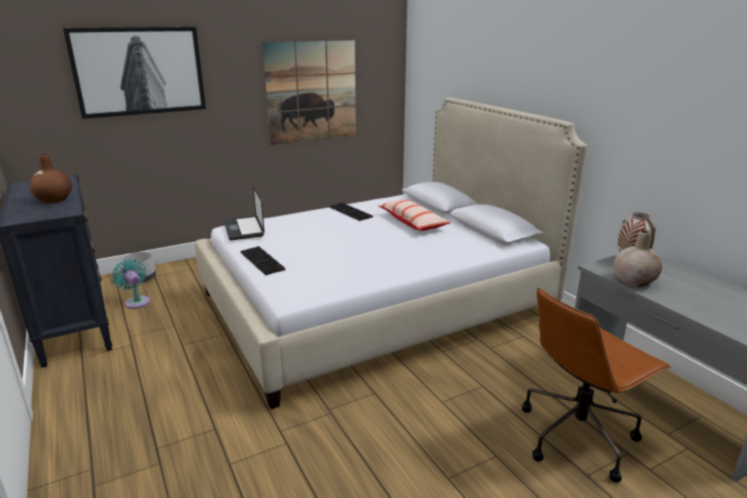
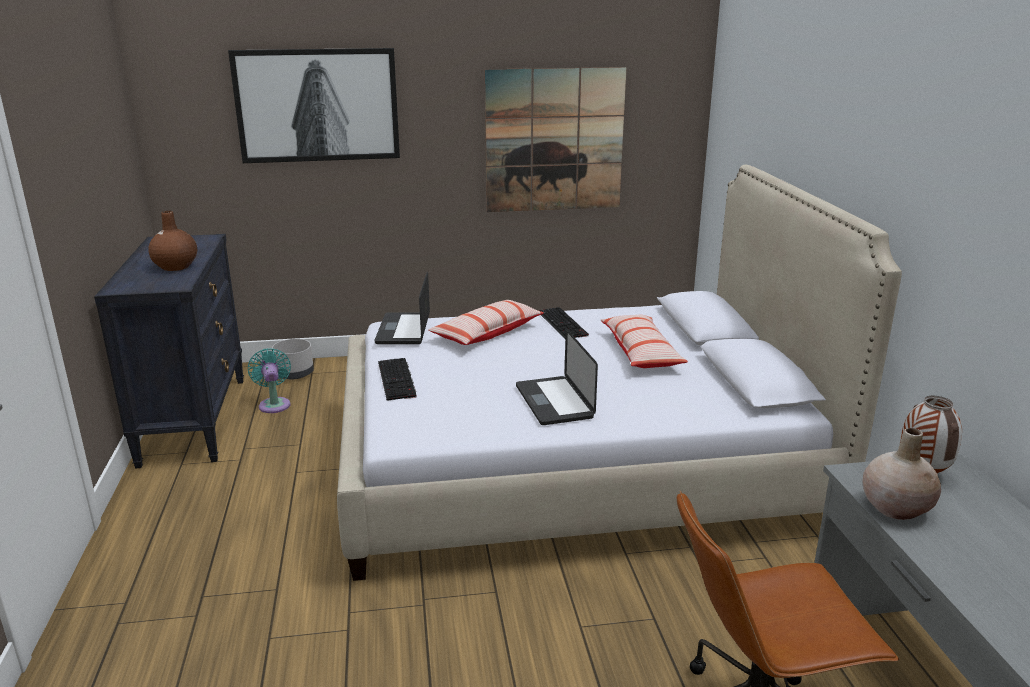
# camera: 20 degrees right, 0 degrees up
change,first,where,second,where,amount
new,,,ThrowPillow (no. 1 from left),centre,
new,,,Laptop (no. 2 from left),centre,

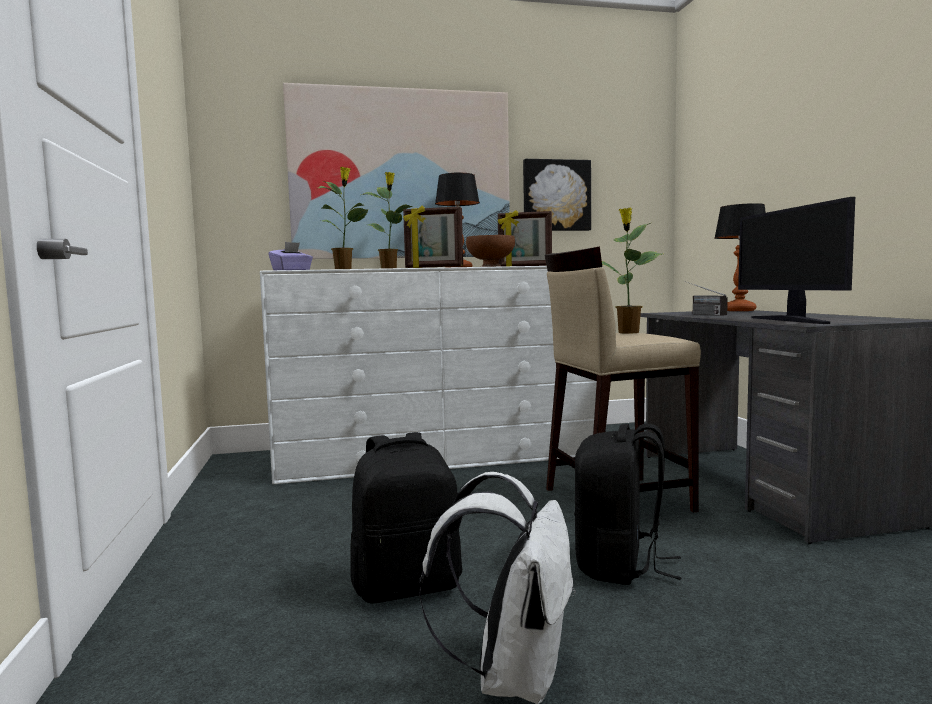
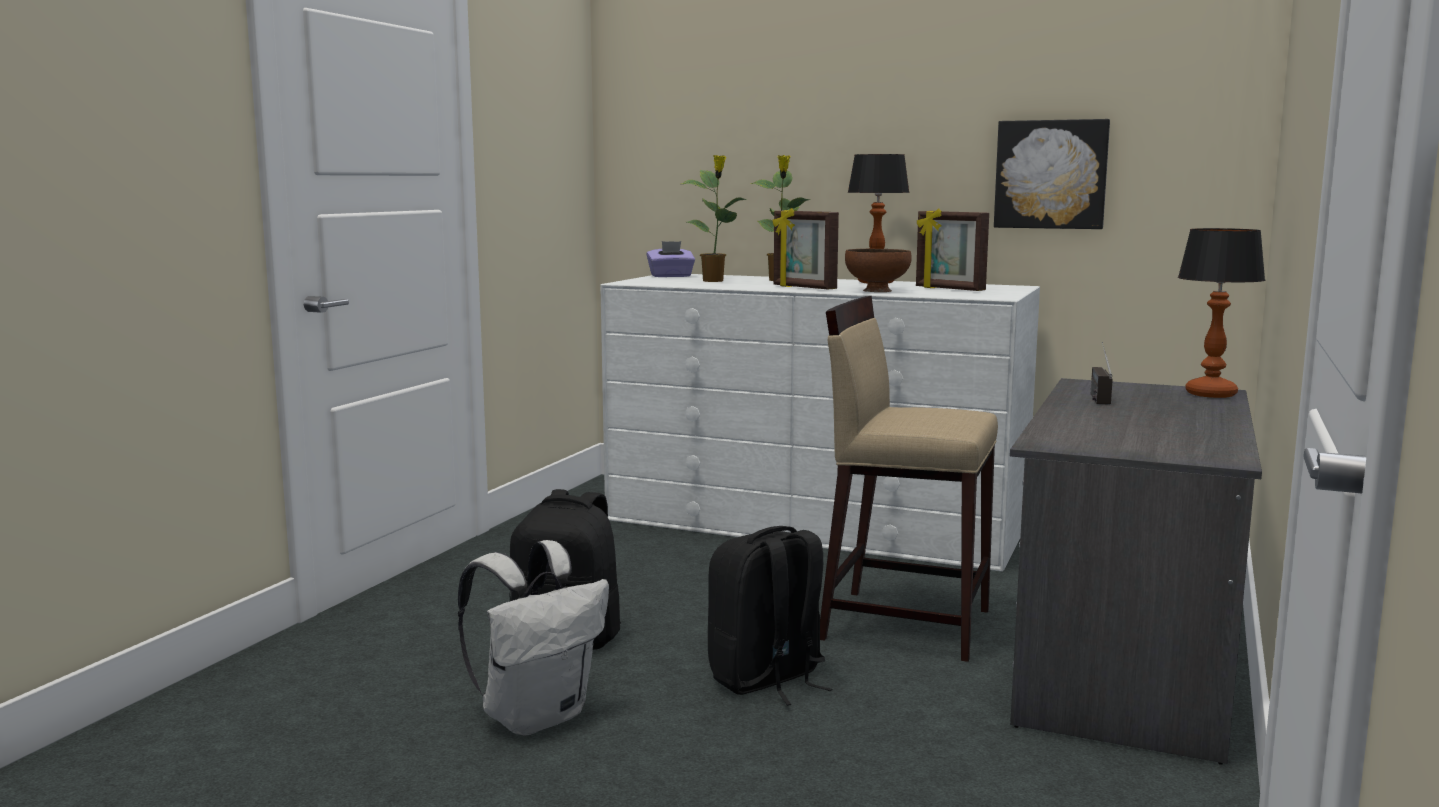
# camera: 35 degrees right, 5 degrees up
change,first,where,second,where,amount
gone,WallArt (no. 1 from left),top centre,,,
gone,ComputerScreen,middle right,,,
gone,PlantInAPot (no. 3 from left),middle right,,,

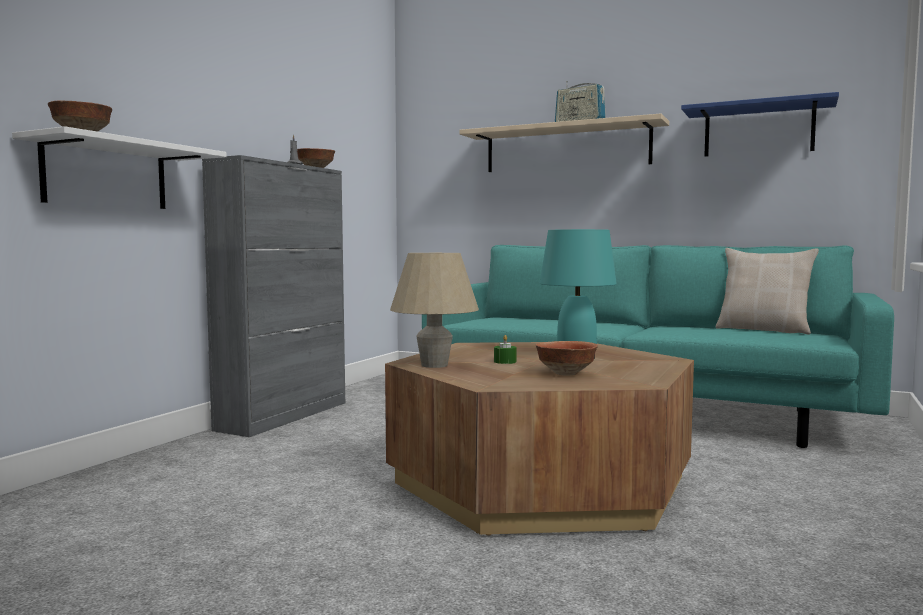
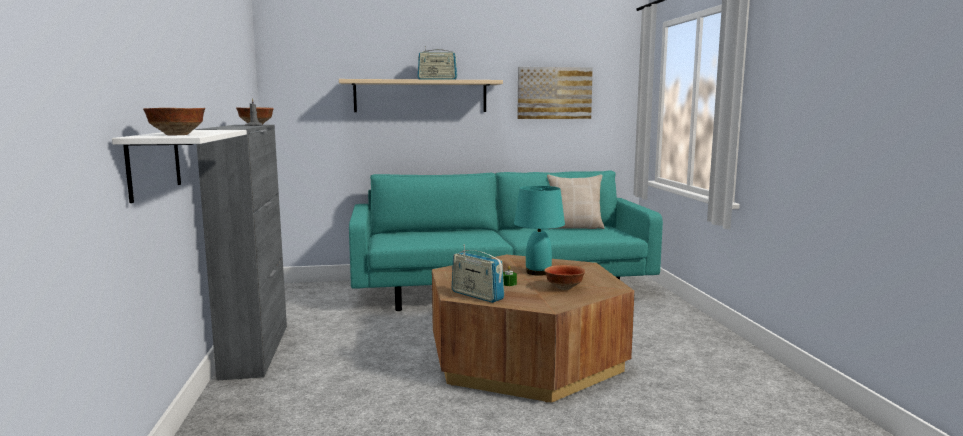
# camera: 35 degrees left, 5 degrees up
change,first,where,second,where,amount
swapped,BluishWallShelf,top right,WallArt,top centre,
swapped,BeigeTabletopLamp,centre,RadioSet (no. 2 from left),centre,

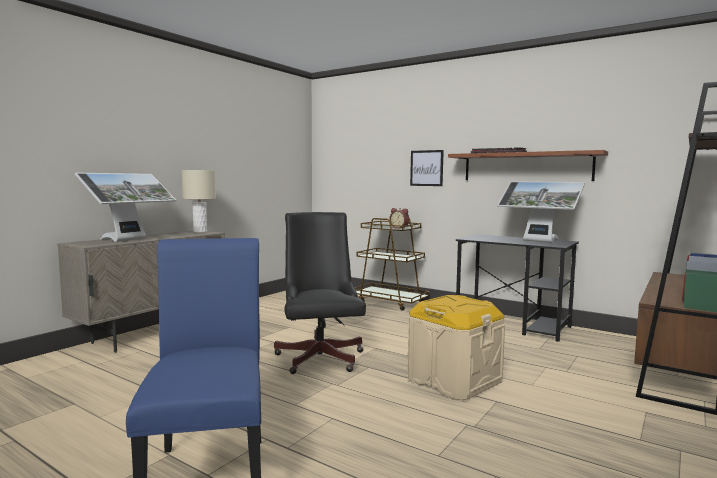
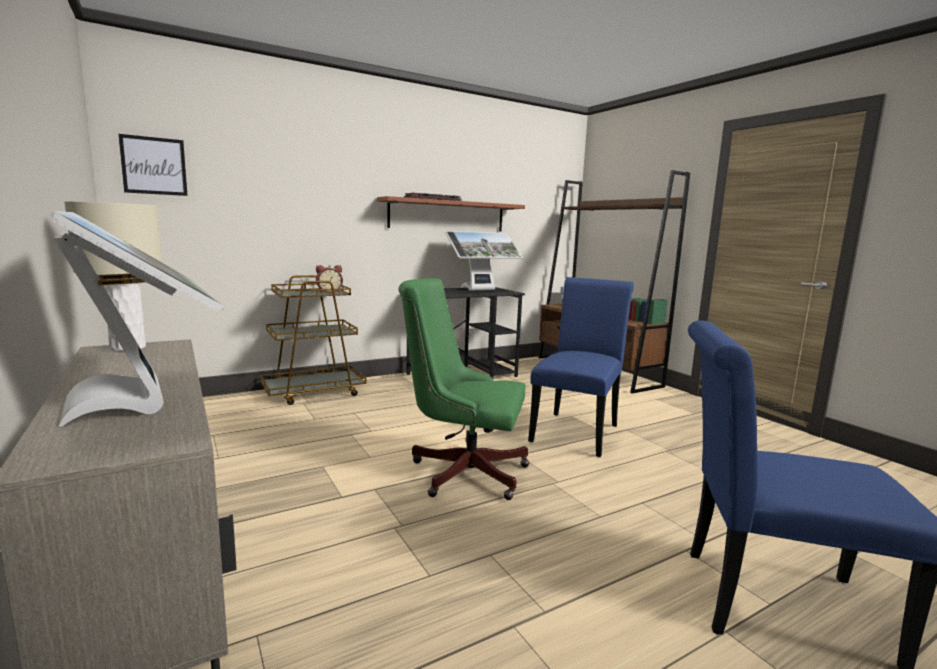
# camera: 65 degrees left, 5 degrees up
change,first,where,second,where,amount
shifted,WallArt,centre,,top left,
repainted,BlackColouredOfficeChair,centre,GreenColouredOfficeChair,centre,
swapped,BeigeStorageContainer,bottom centre,BluishPlainChair (no. 1 from left),centre,

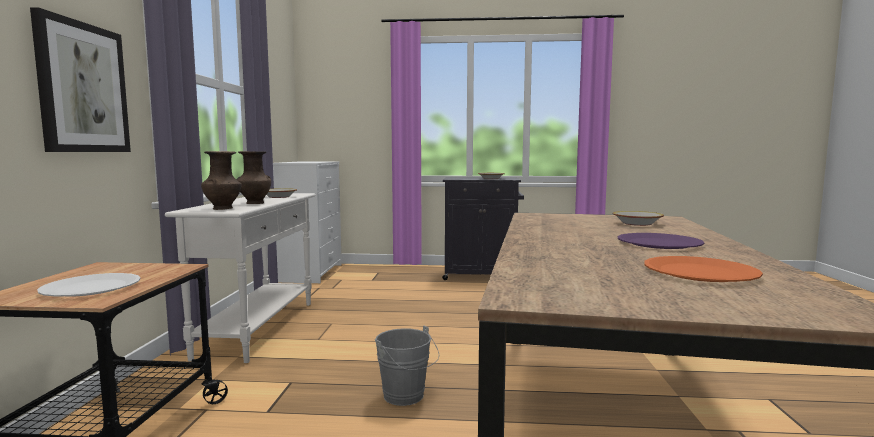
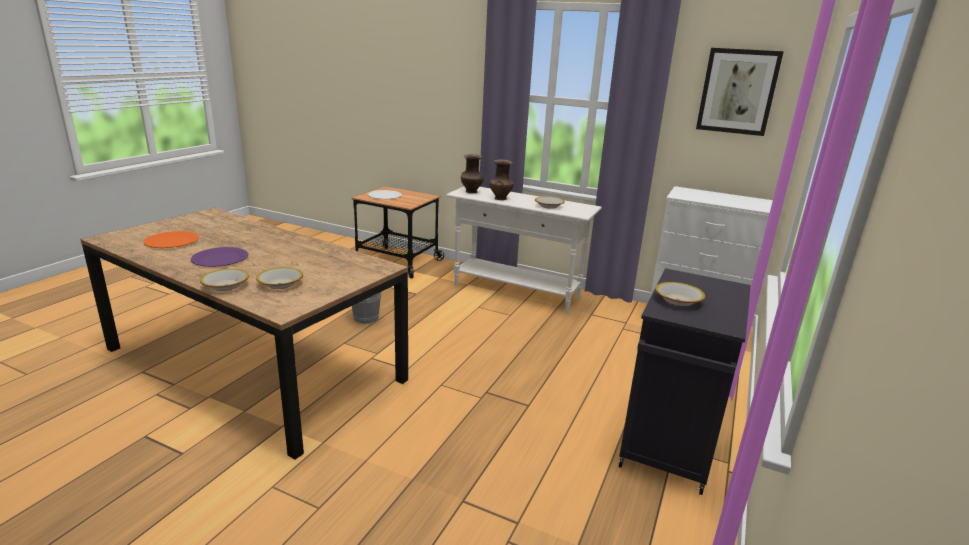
# camera: 110 degrees right, 15 degrees up
change,first,where,second,where,amount
shifted,WallArt,top left,,top right,
new,,,ServingBowl (no. 1 from left),middle left,

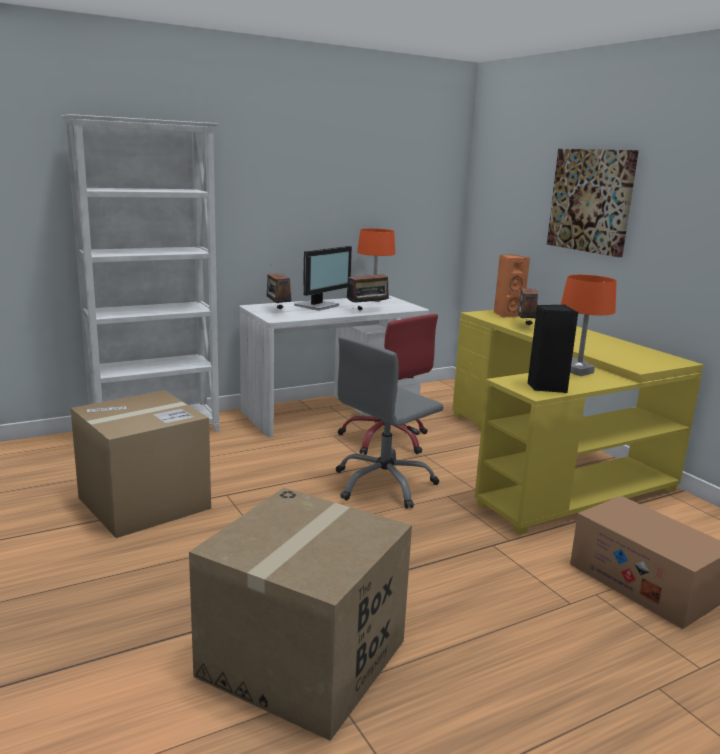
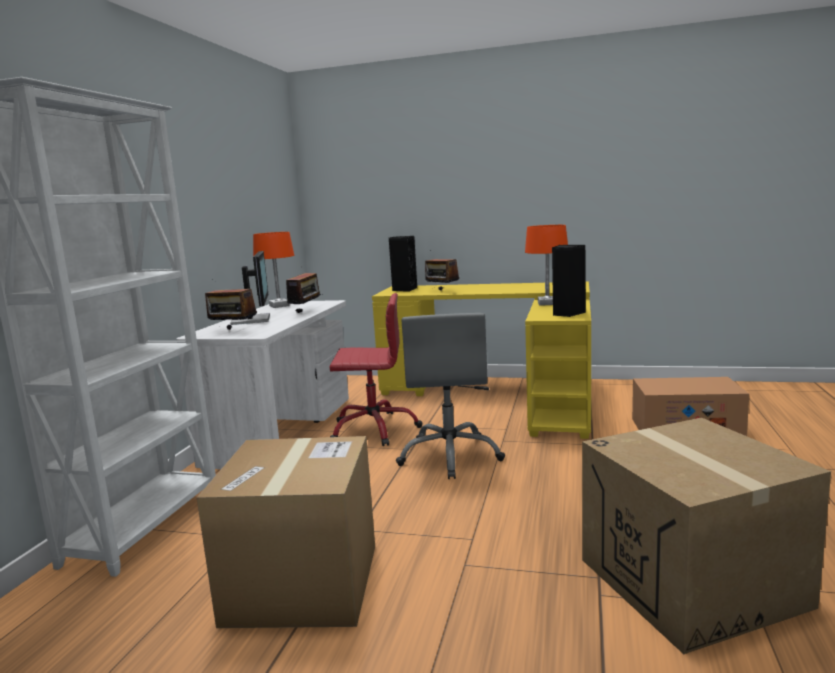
# camera: 45 degrees left, 5 degrees down
change,first,where,second,where,amount
gone,WallArt,top right,,,
repainted,OrangeColouredSpeaker,middle right,BlackColouredSpeaker (no. 1 from left),centre,

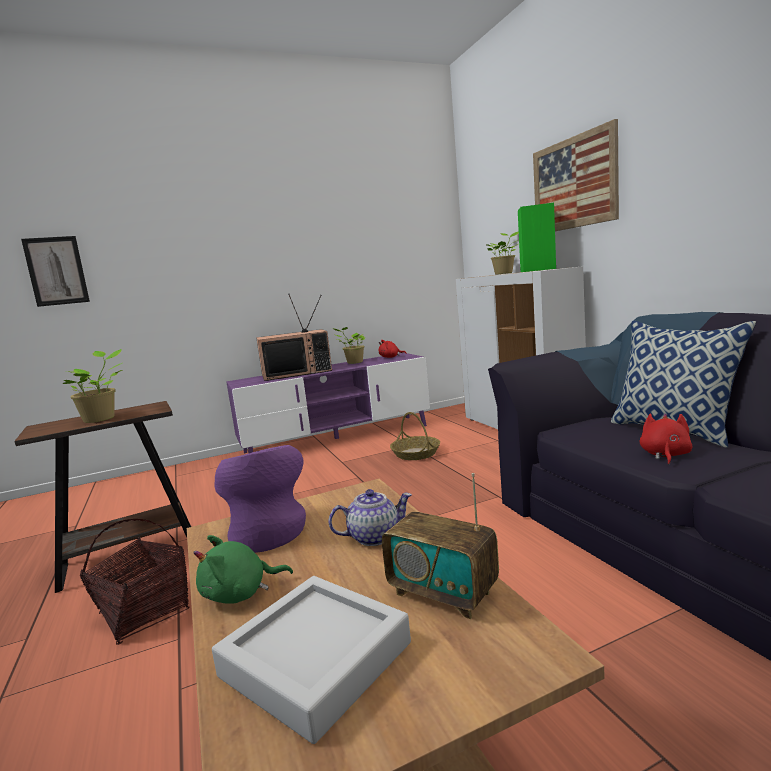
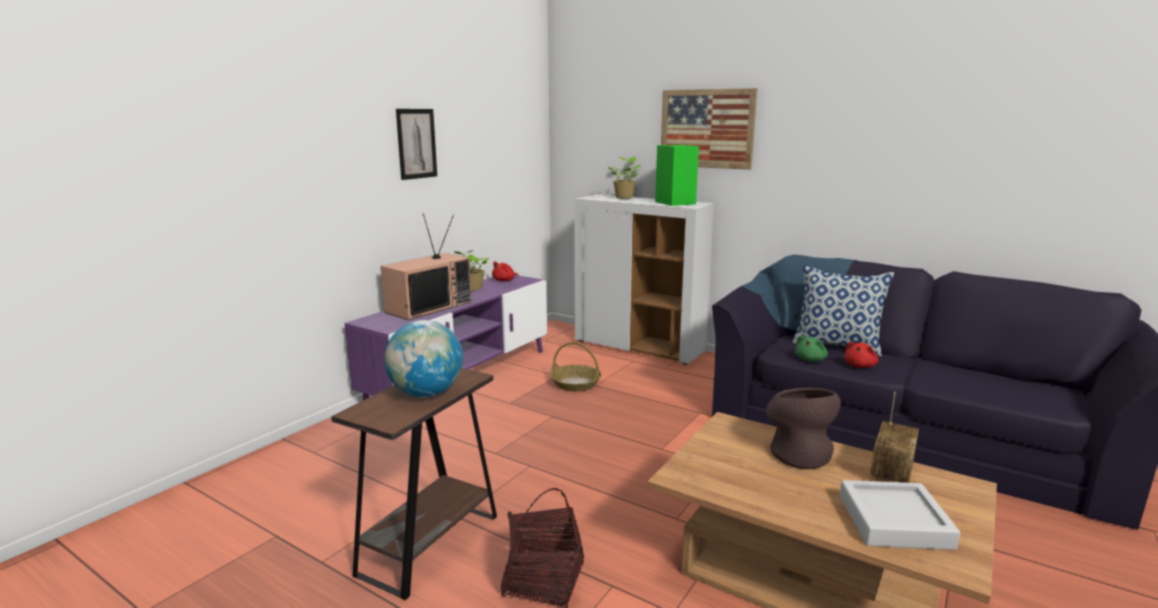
# camera: 35 degrees left, 5 degrees up
change,first,where,second,where,amount
shifted,WallArt (no. 1 from left),middle left,,top centre,
swapped,PlantInAPot (no. 1 from left),middle left,WorldGlobe,centre,
rotated,RedColouredPlushToy (no. 2 from left),middle right,,middle right,135 degrees counterclockwise
gone,PurplishDecorativeVase,centre,,,
rotated,RadioSet,bottom centre,,bottom right,60 degrees counterclockwise
swapped,PotForTea,bottom centre,BrownColouredDecorativeVase,bottom right,
shifted,GreenColouredPlushToy,bottom left,,middle right,

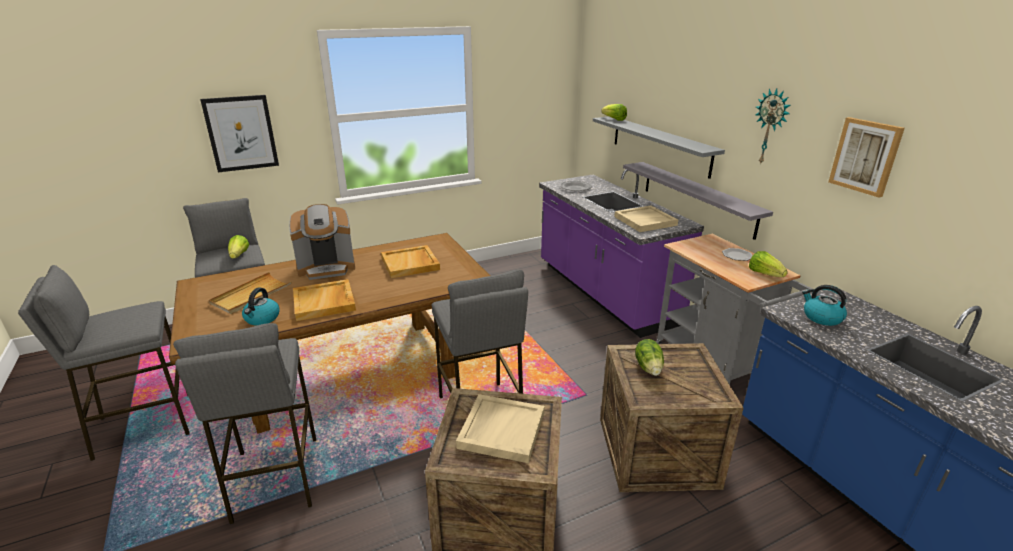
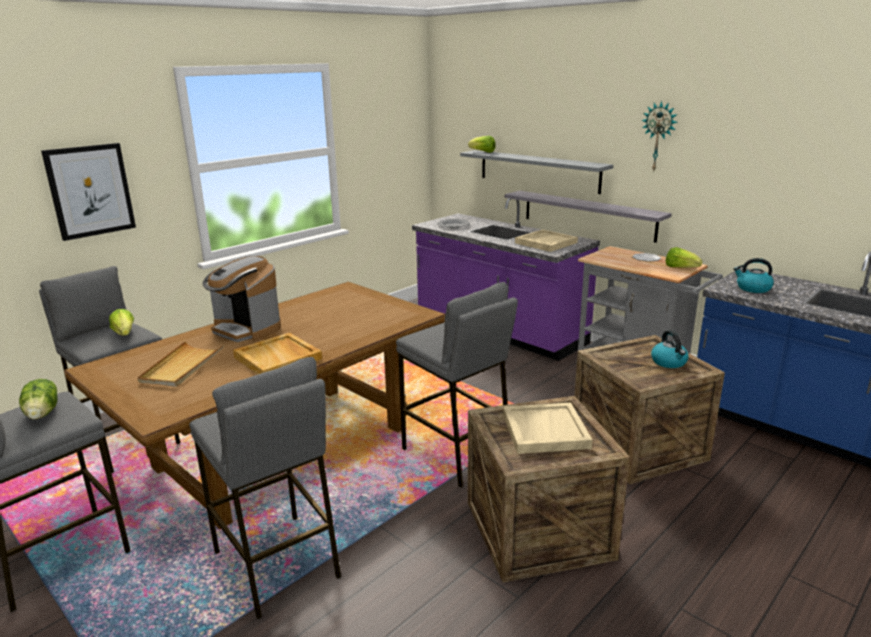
# camera: 20 degrees left, 5 degrees down
change,first,where,second,where,amount
gone,WallArt (no. 2 from left),top right,,,
rotated,CoffeeMachine,middle left,,middle left,75 degrees clockwise
gone,BeigeCarryingTray (no. 3 from left),centre,,,
shifted,TeaKettle (no. 1 from left),middle left,,middle right,
shifted,Lettuce (no. 3 from left in the first image),centre,Lettuce (no. 1 from left),middle left,

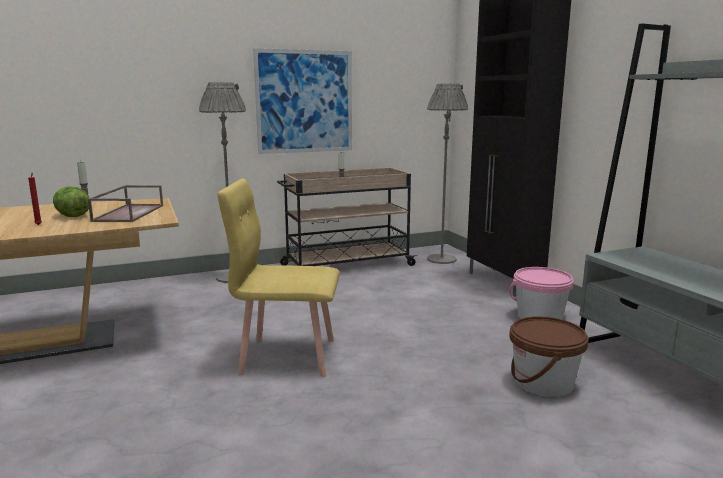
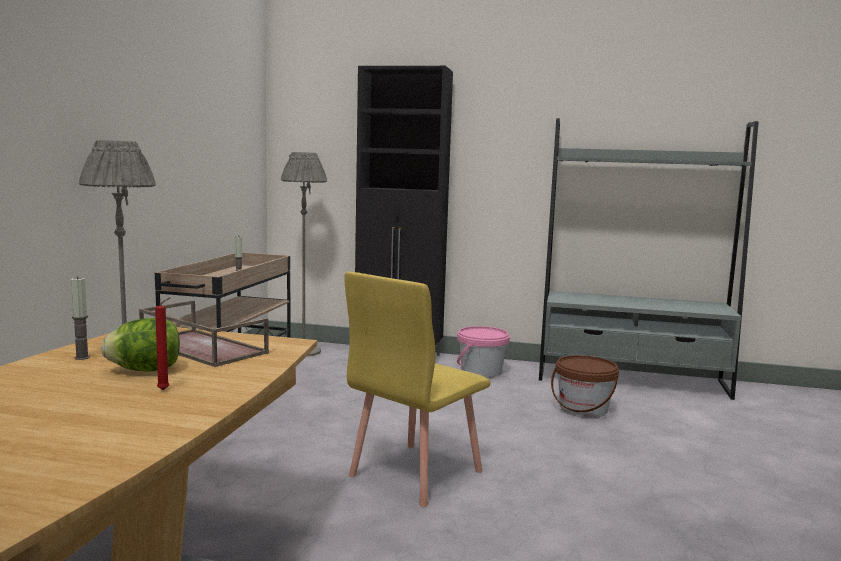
# camera: 55 degrees left, 5 degrees down
change,first,where,second,where,amount
gone,WallArt,top centre,,,

